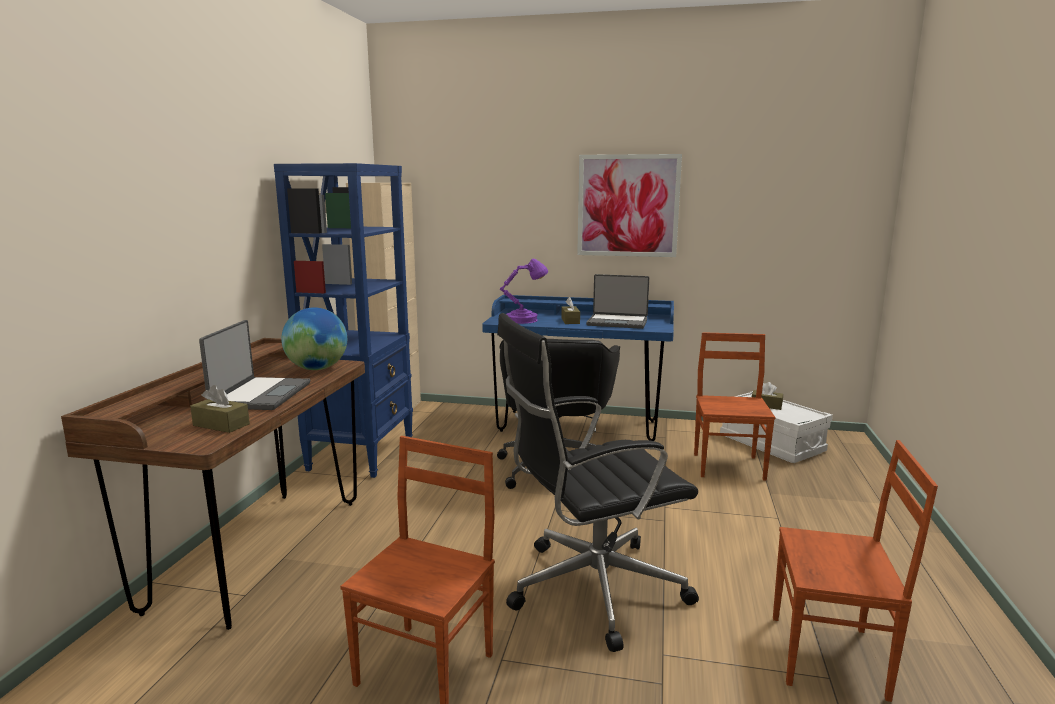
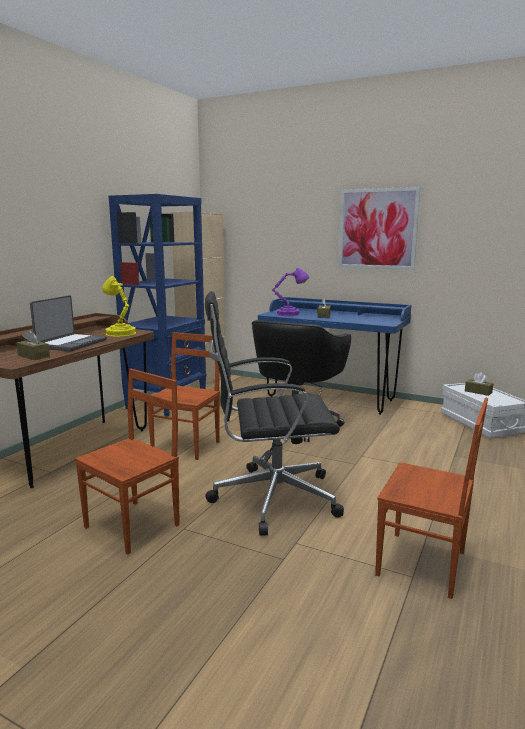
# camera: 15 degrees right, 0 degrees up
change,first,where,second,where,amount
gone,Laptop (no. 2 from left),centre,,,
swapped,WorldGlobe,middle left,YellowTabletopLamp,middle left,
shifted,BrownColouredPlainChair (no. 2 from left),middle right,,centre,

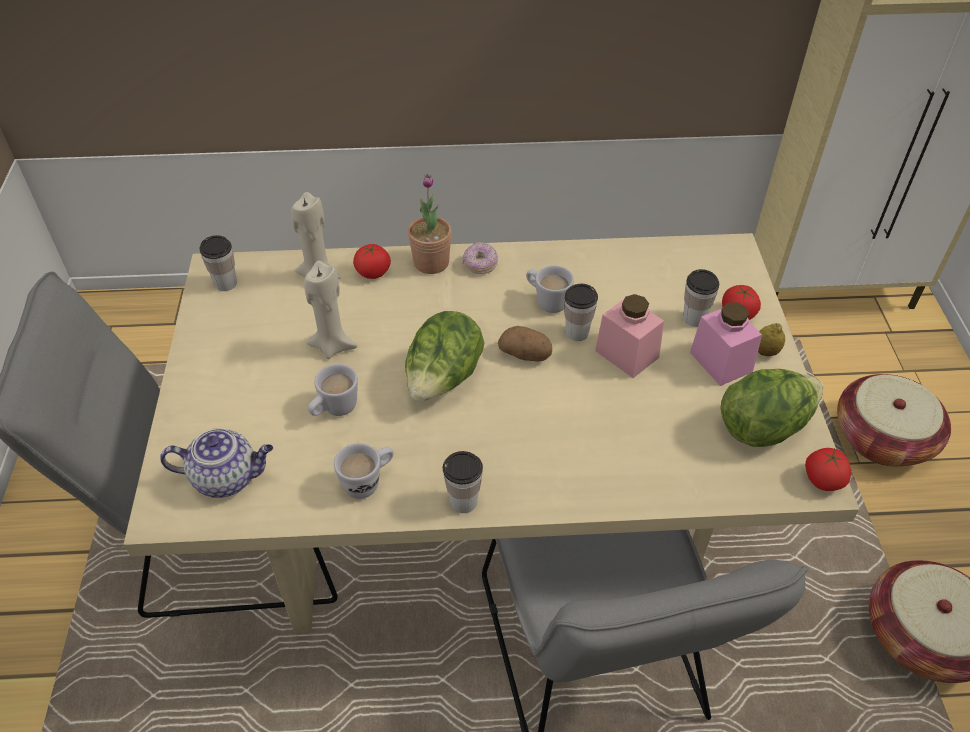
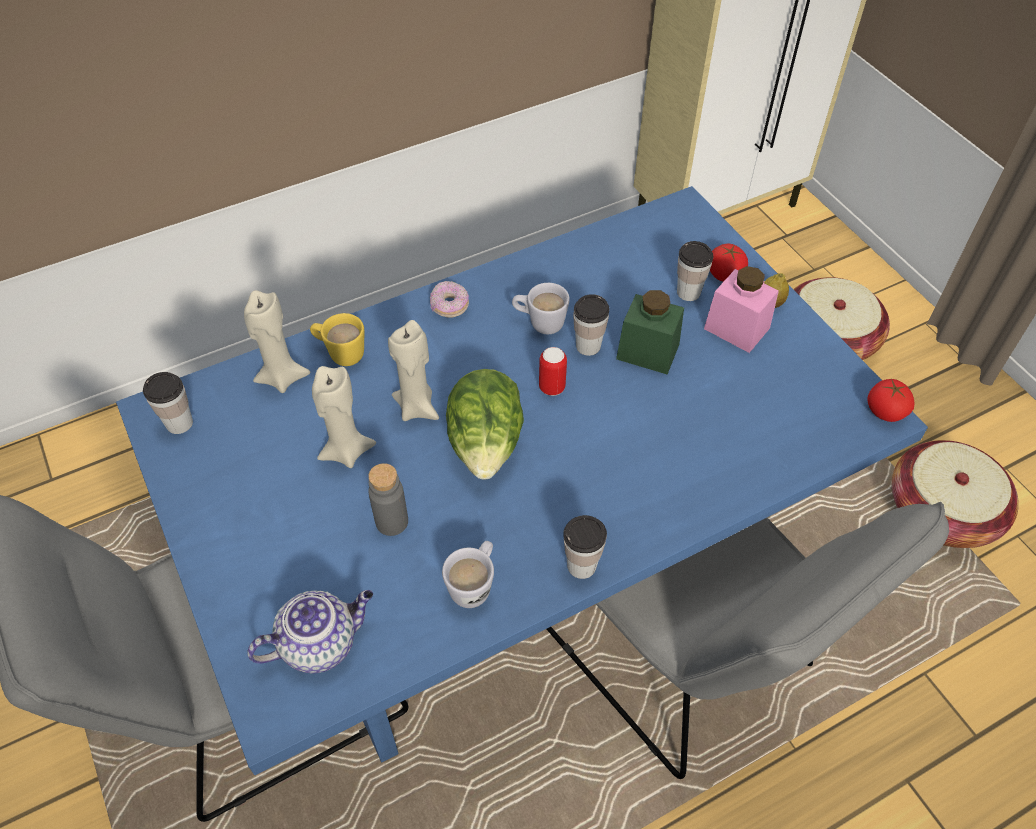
# camera: 25 degrees left, 5 degrees up
change,first,where,second,where,amount
gone,PlantInAPot,top centre,,,
repainted,BeigeDinnerTable,centre,BluishDinnerTable,centre,
swapped,FreshTomato (no. 1 from left),centre,YellowTeaMug,middle left,
repainted,PinkishJar (no. 1 from left),centre,GreenColouredJar,centre,
swapped,WholePotato,centre,Can,centre,
swapped,WhiteTeaMug (no. 1 from left),centre,GreyBottle,centre,
gone,Lettuce (no. 2 from left),middle right,,,
new,,,BeigeWaxLight (no. 3 from left),centre,

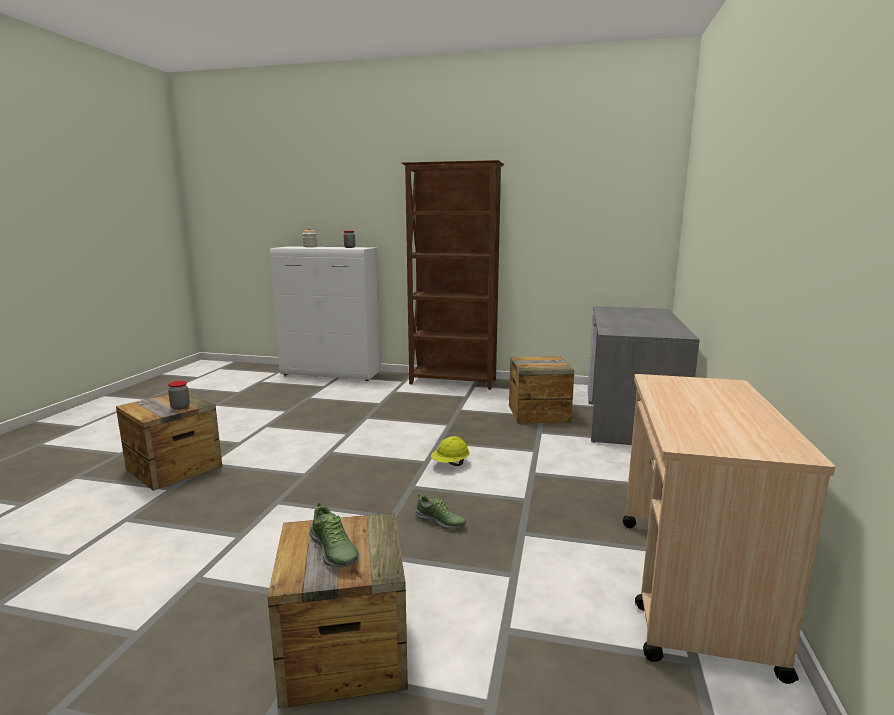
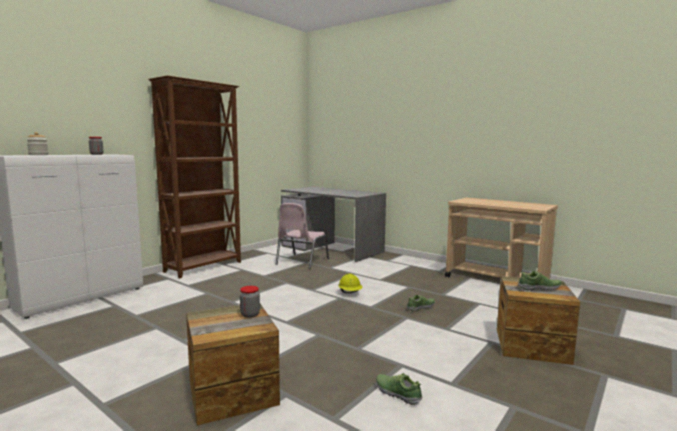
# camera: 65 degrees left, 5 degrees down
change,first,where,second,where,amount
swapped,Crate (no. 3 from left),centre,PinkishPlainChair,centre,
new,,,LowShoe (no. 1 from left),bottom centre,

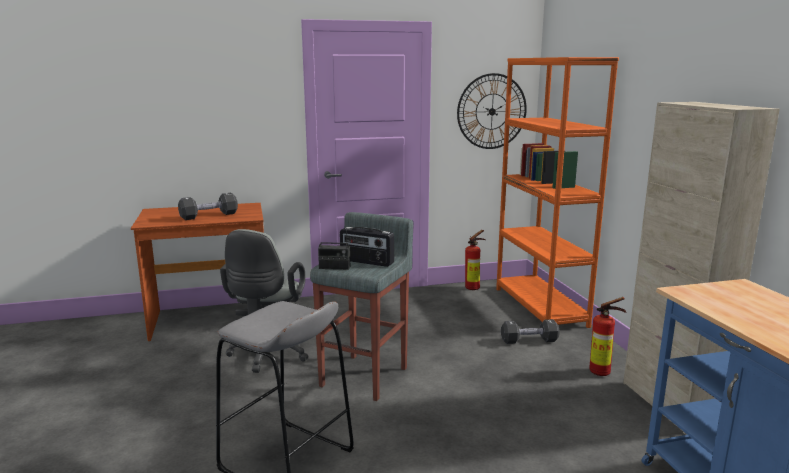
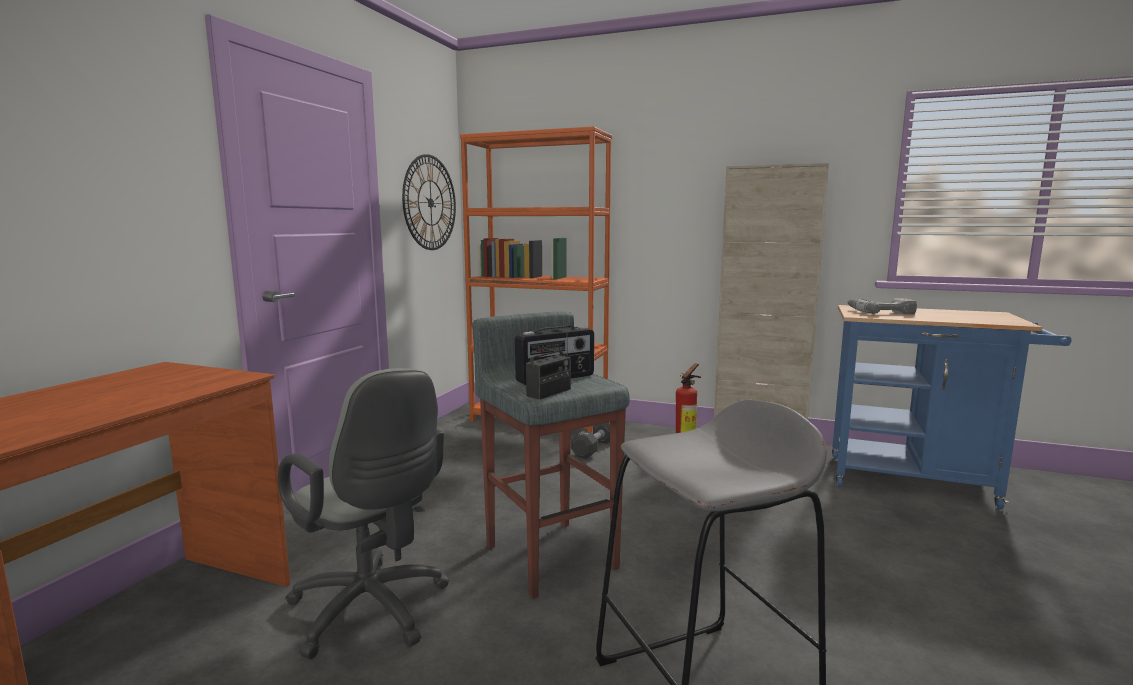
# camera: 55 degrees left, 5 degrees down
change,first,where,second,where,amount
gone,BlackColouredDumbbell (no. 1 from left),middle left,,,
gone,FireFightingCylinder (no. 1 from left),centre,,,
new,,,Drill,middle right,

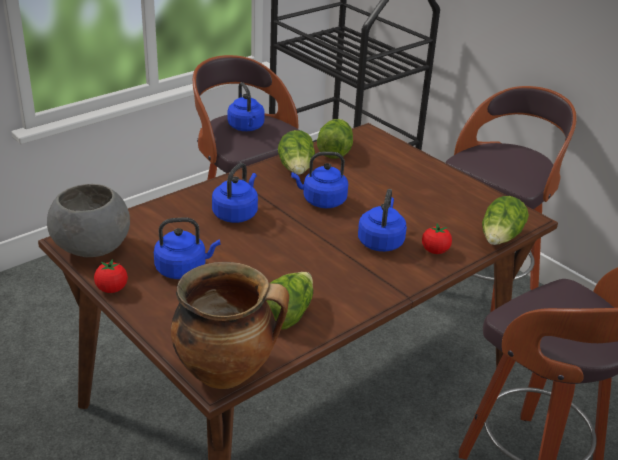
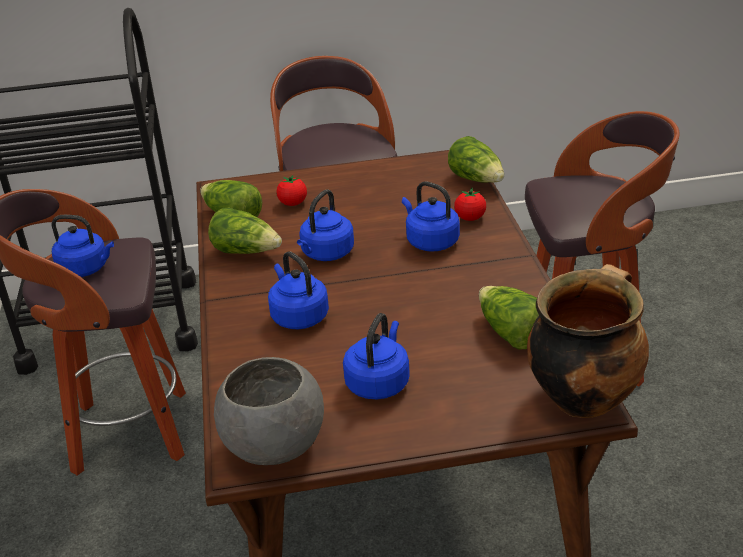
# camera: 55 degrees left, 0 degrees up
change,first,where,second,where,amount
shifted,FreshTomato (no. 1 from left),middle left,,centre,

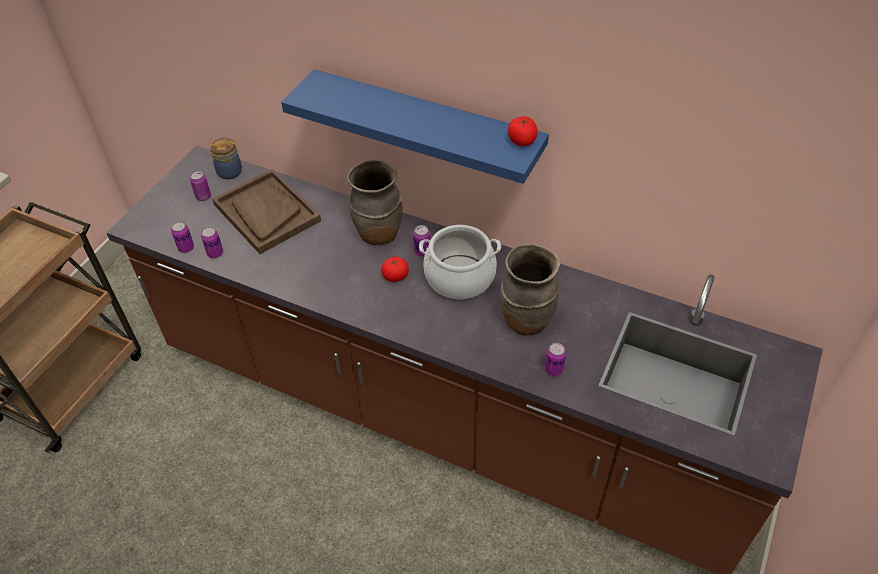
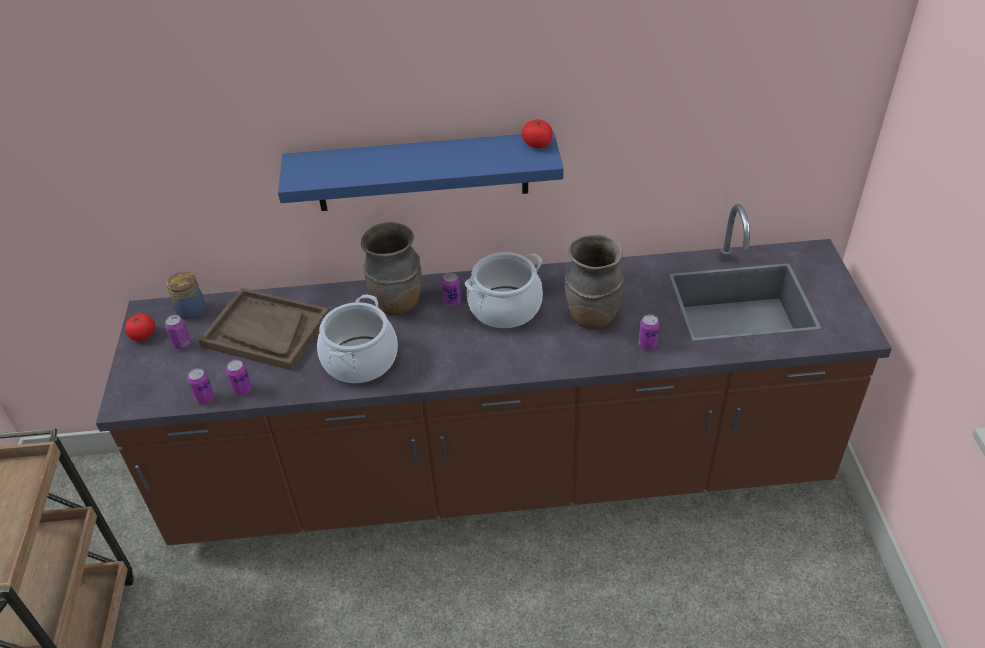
# camera: 30 degrees left, 5 degrees down
change,first,where,second,where,amount
shifted,FreshTomato (no. 1 from left),centre,,middle left,
new,,,CookingPot (no. 1 from left),centre,

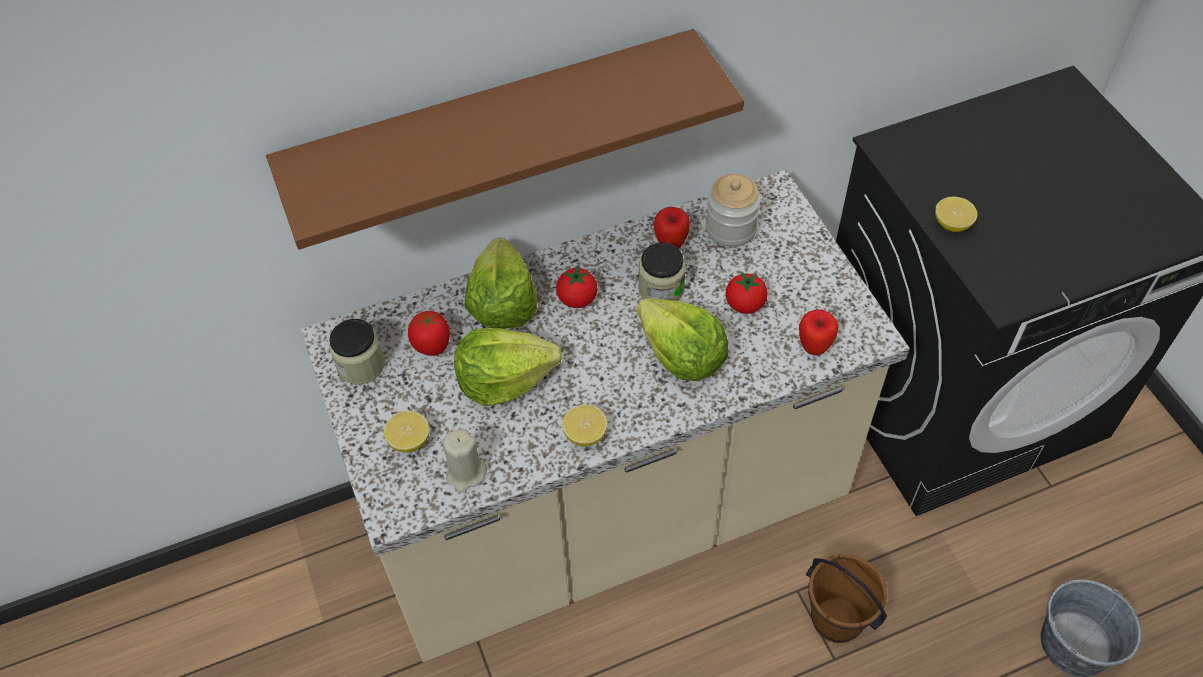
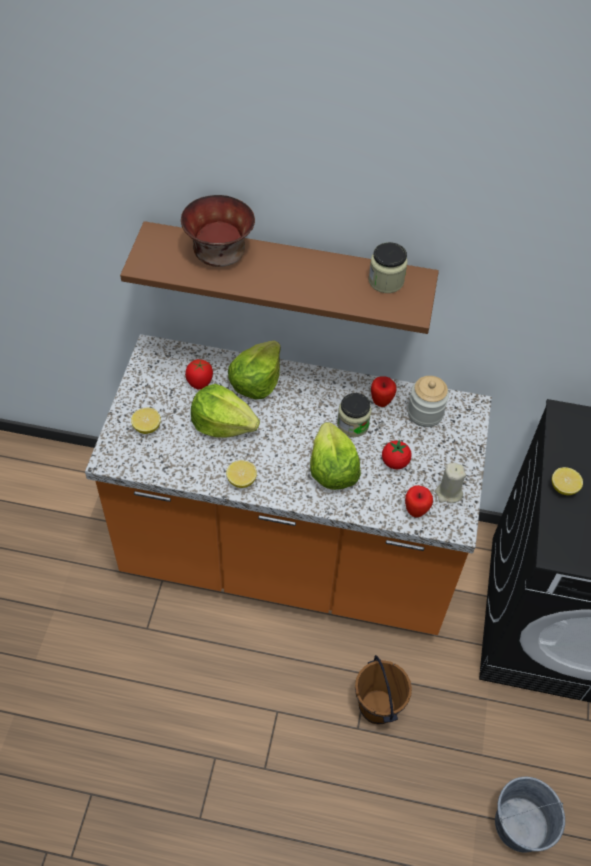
# camera: 30 degrees right, 0 degrees up
change,first,where,second,where,amount
repainted,BeigeCounter,centre,OrangeColouredCounter,centre,
gone,FreshTomato (no. 2 from left),centre,,,
shifted,Jar (no. 1 from left in the first image),middle left,Jar (no. 2 from left),top centre,
shifted,BeigeWaxLight,bottom centre,,middle right,
new,,,ServingBowl,top centre,

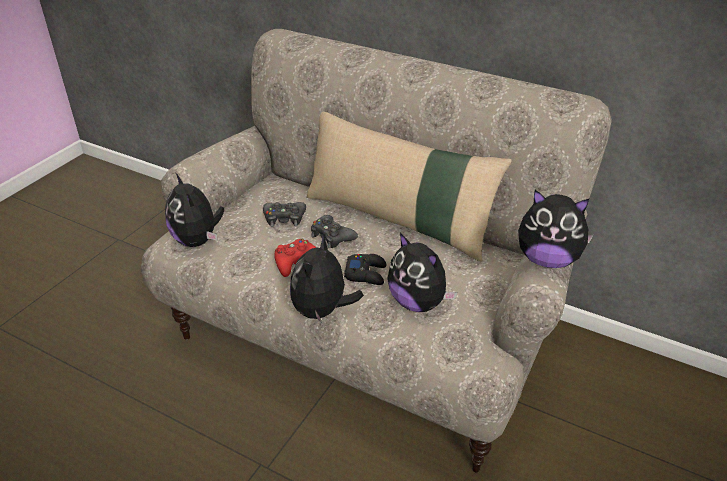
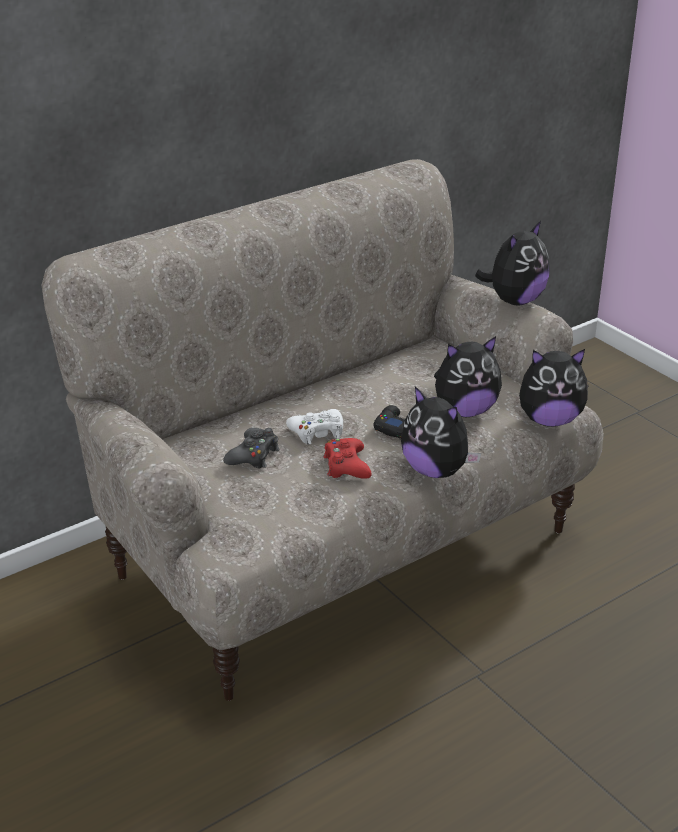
# camera: 65 degrees left, 5 degrees down
change,first,where,second,where,amount
gone,BeigeThrowPillow,centre,,,
shifted,PlushToy (no. 1 from left in the first image),middle left,PlushToy (no. 4 from left),middle right,
repainted,BlackColouredGameController (no. 2 from left),centre,WhiteGameController,centre,

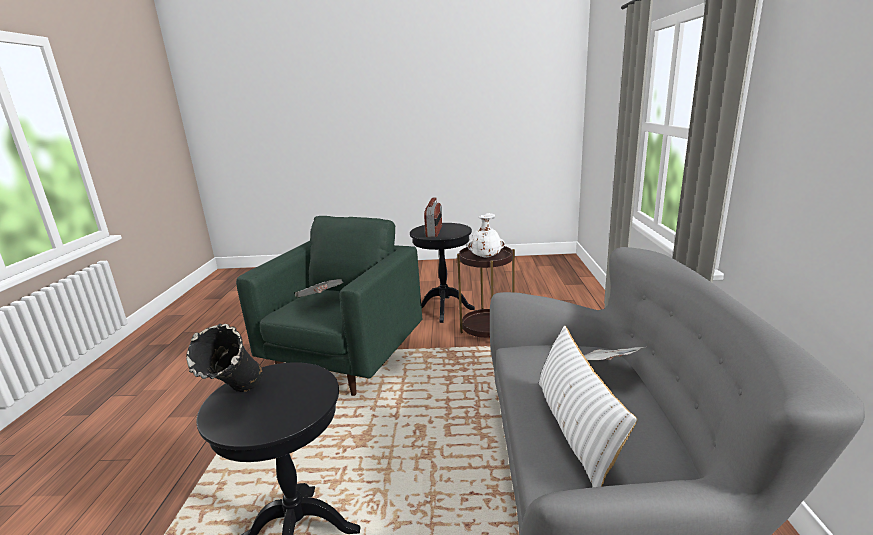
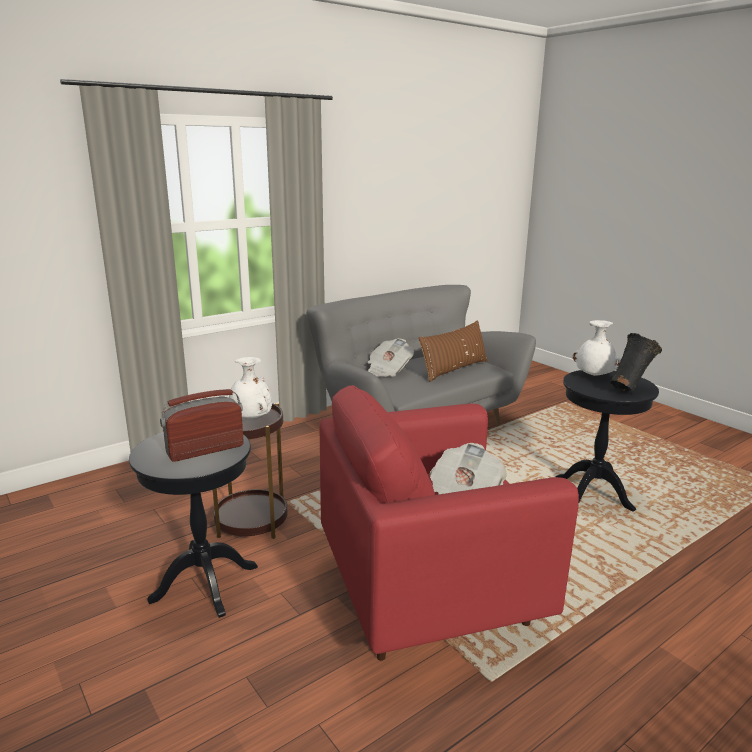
# camera: 130 degrees left, 0 degrees up
change,first,where,second,where,amount
repainted,GreenColouredEasyChair,centre,RedColouredEasyChair,bottom centre,
repainted,WhiteThrowPillow,bottom right,BrownColouredThrowPillow,centre,
new,,,WhiteDecorativeVase (no. 2 from left),middle right,

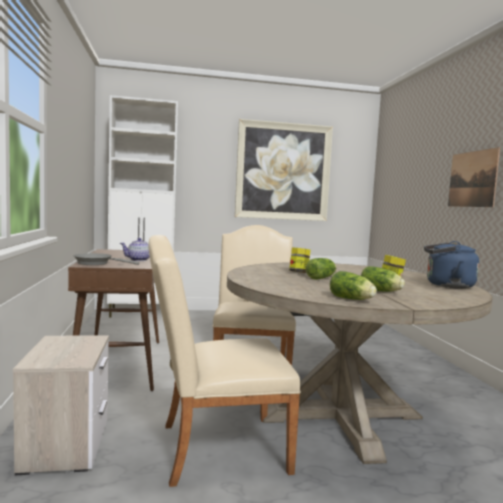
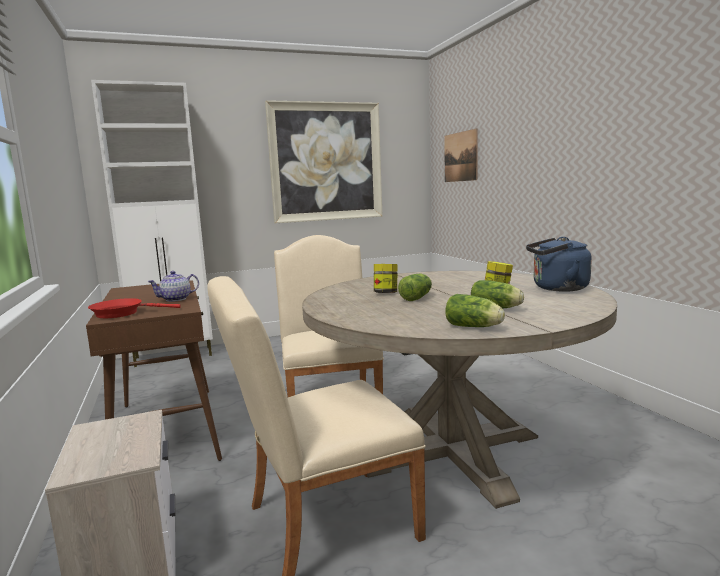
# camera: 10 degrees left, 5 degrees up
change,first,where,second,where,amount
shifted,WallArt (no. 2 from left),middle right,,top centre,
repainted,GreySkillet,middle left,RedColouredSkillet,middle left,

